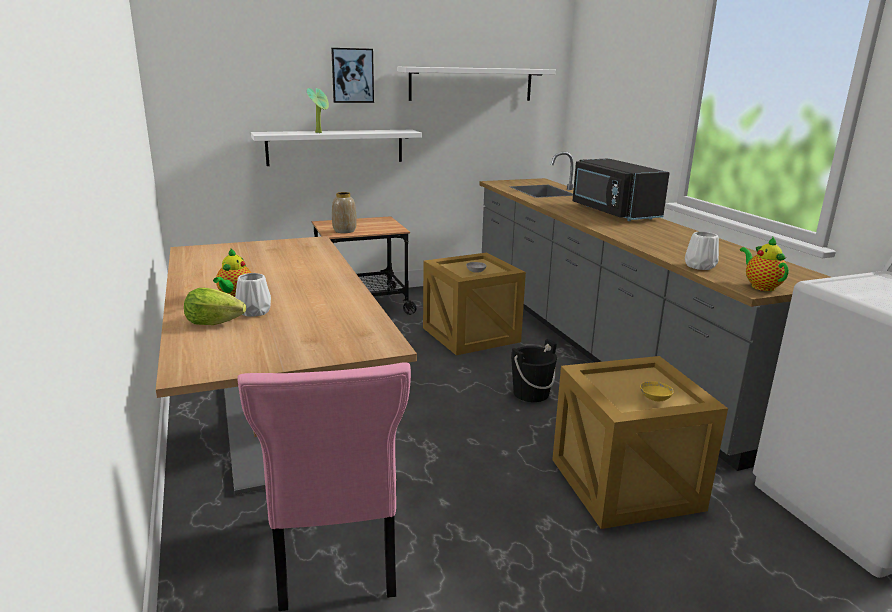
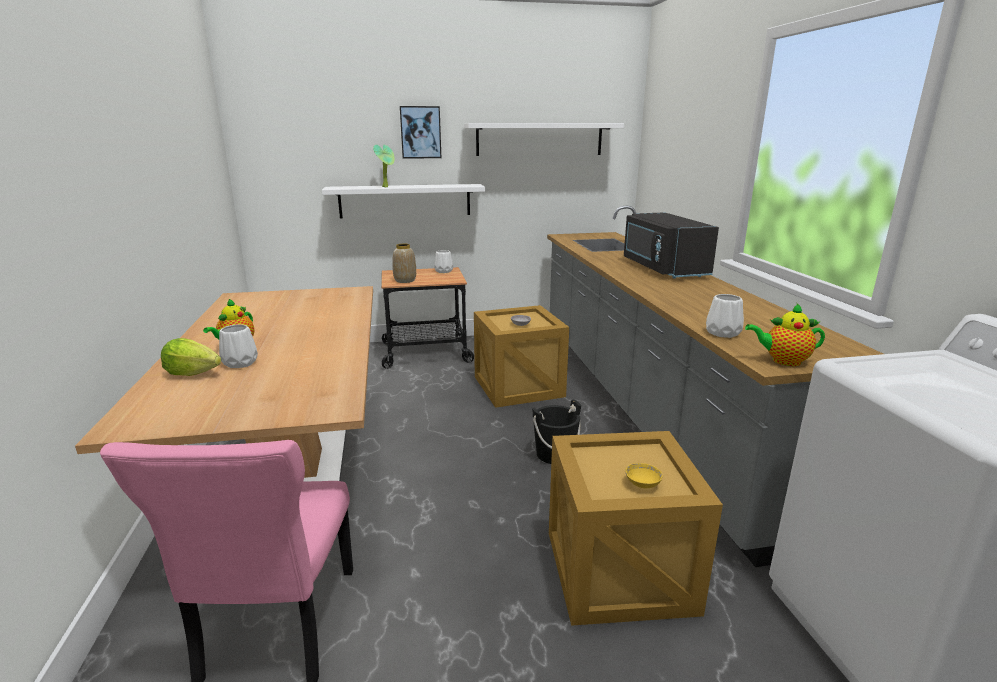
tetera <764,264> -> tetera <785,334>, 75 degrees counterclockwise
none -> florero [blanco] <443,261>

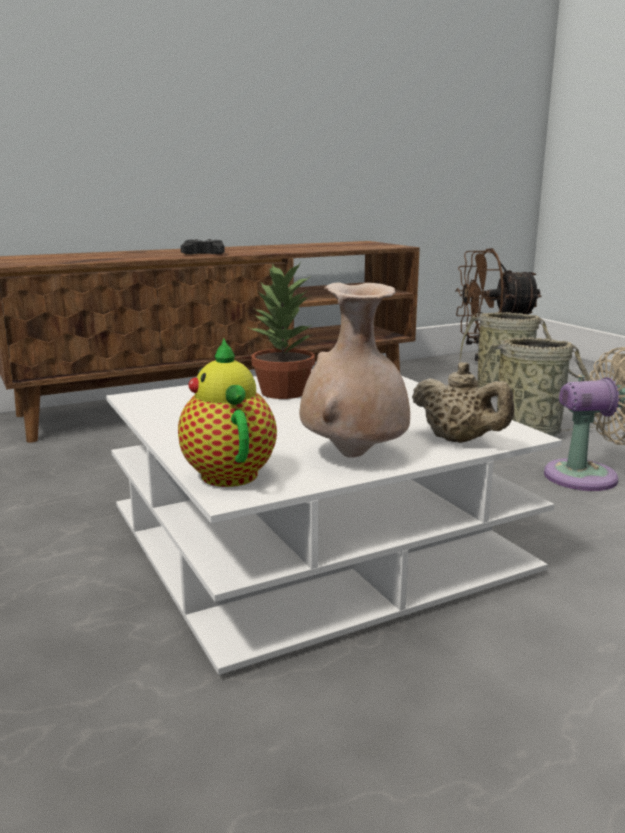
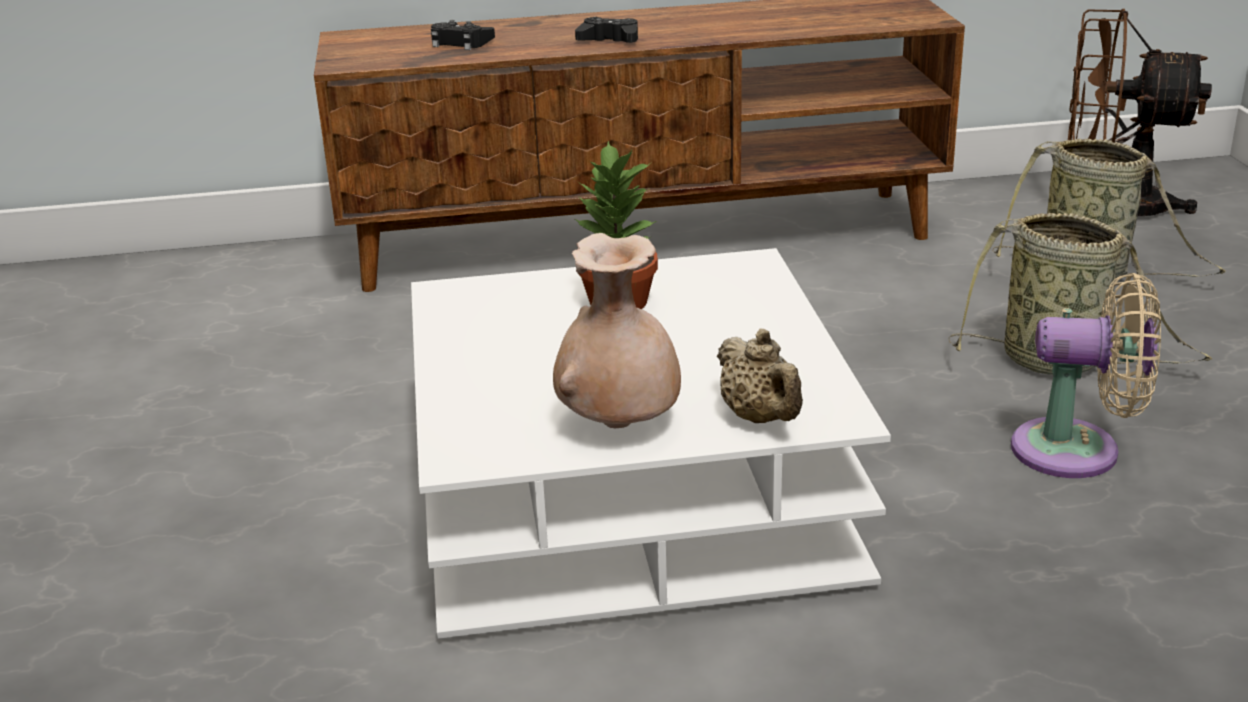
tetera <227,412> -> none
none -> mando de consola [negro] <463,35>

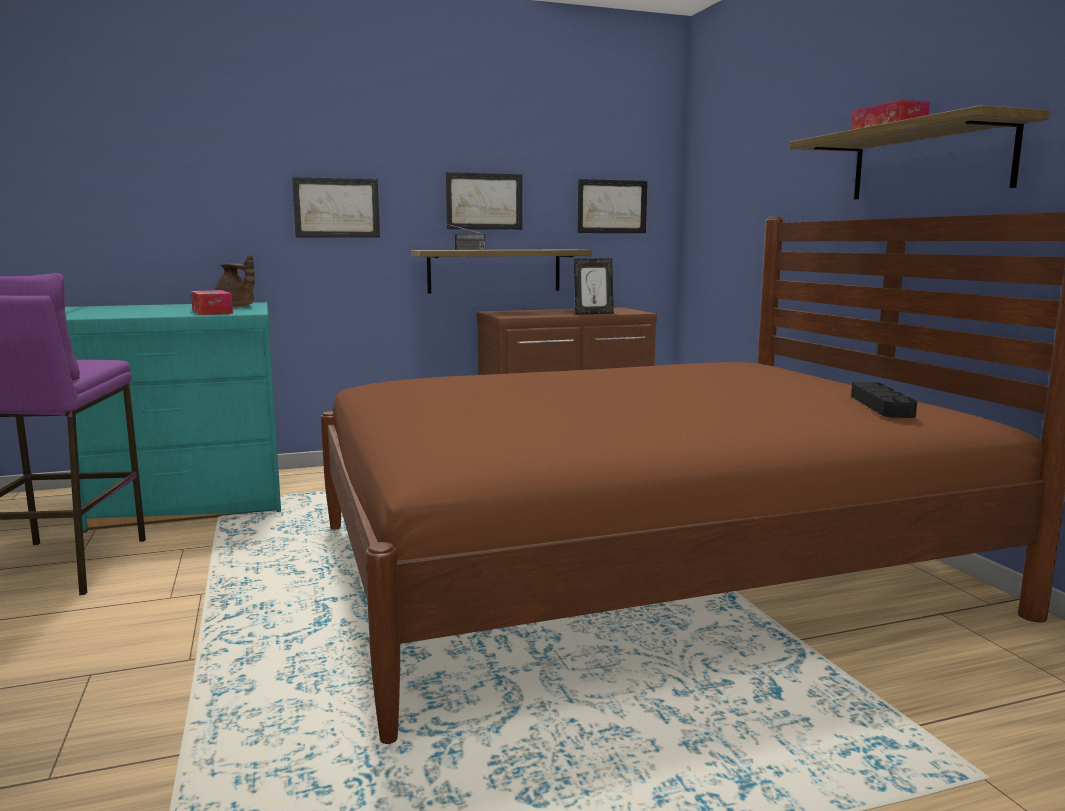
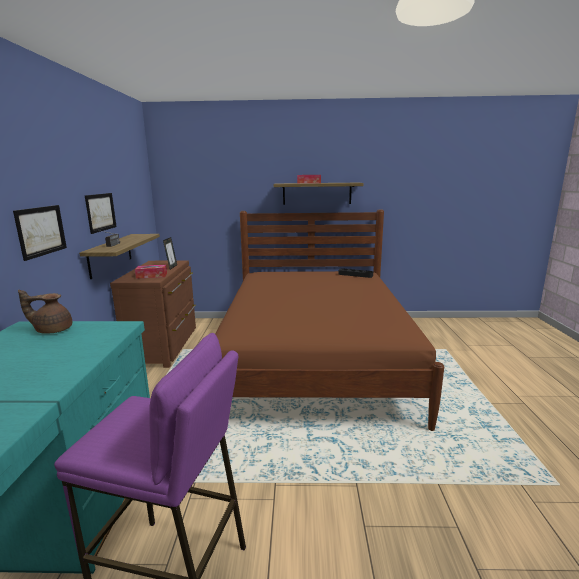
caja de pañuelos <212,302> -> caja de pañuelos <151,272>, relocated
tetera [marrón] <235,281> -> tetera [marrón] <45,311>, 150 degrees counterclockwise
cuadro <612,206> -> none

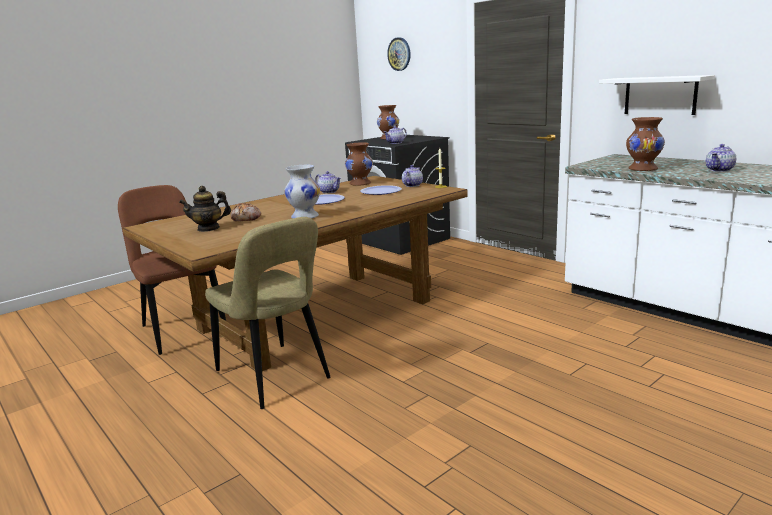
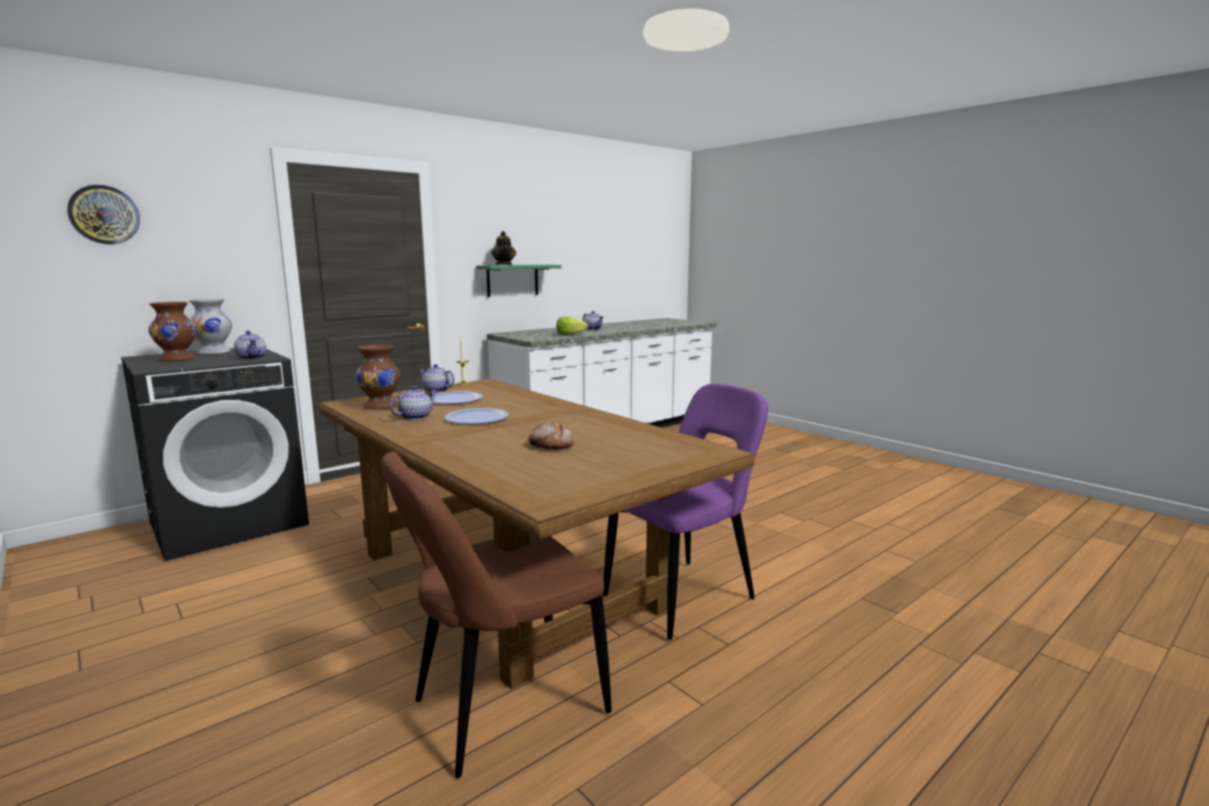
tetera <205,209> -> tetera <503,248>, relocated
silla [beis] <268,313> -> silla [morado] <685,512>
florero [blanco] <302,192> -> florero [blanco] <210,327>, relocated
estante [blanco] <657,95> -> estante [verde] <519,281>
florero [marrón] <645,144> -> lechuga <572,326>

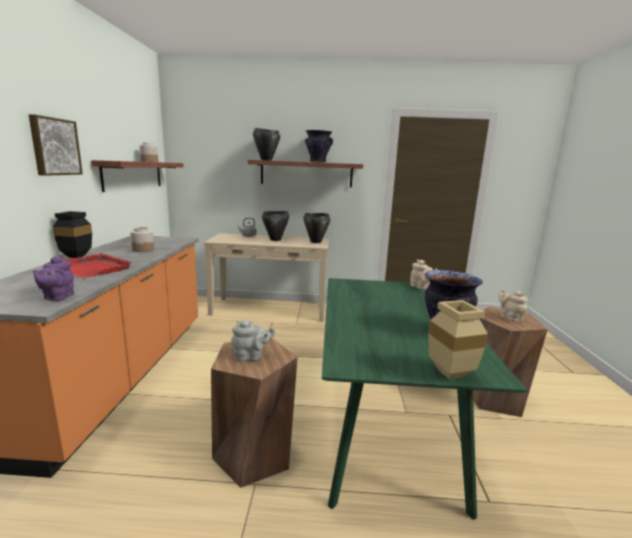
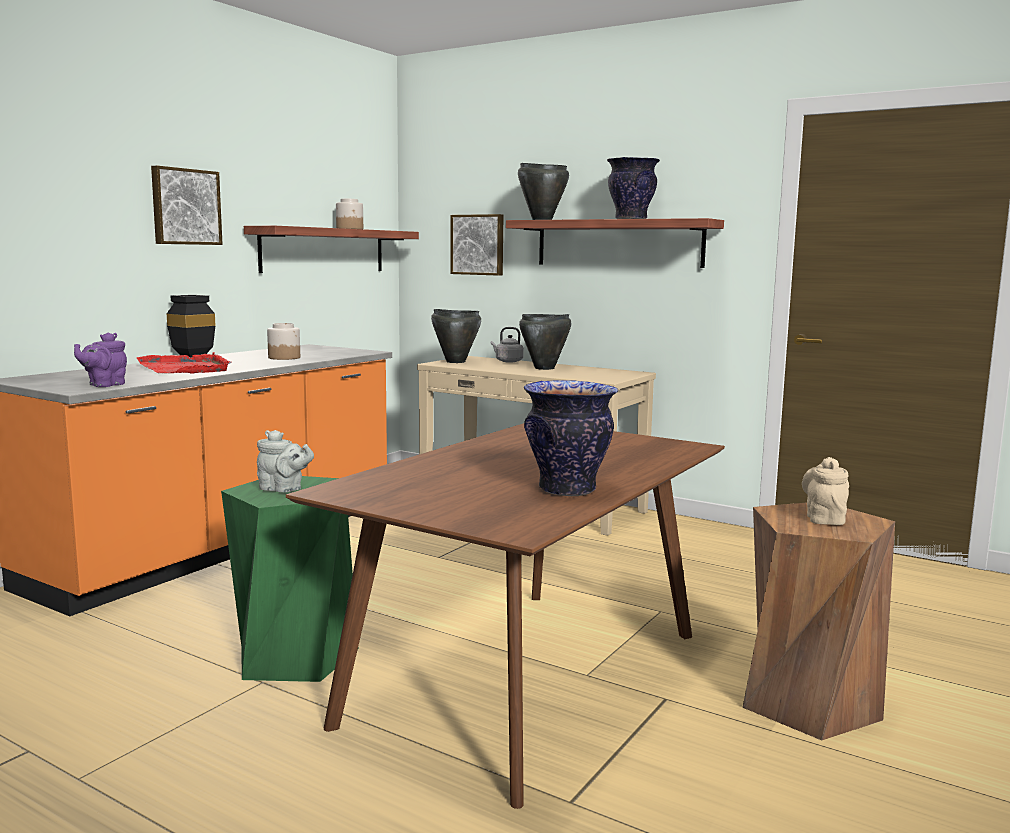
taburete [marrón] <254,413> -> taburete [verde] <290,579>
olla [negro] <316,228> -> olla [negro] <456,336>, relocated
mesa de comedor [verde] <424,399> -> mesa de comedor [marrón] <505,616>
tetera [beis] <423,274> -> none
florero [beis] <458,340> -> none
none -> cuadro <476,245>

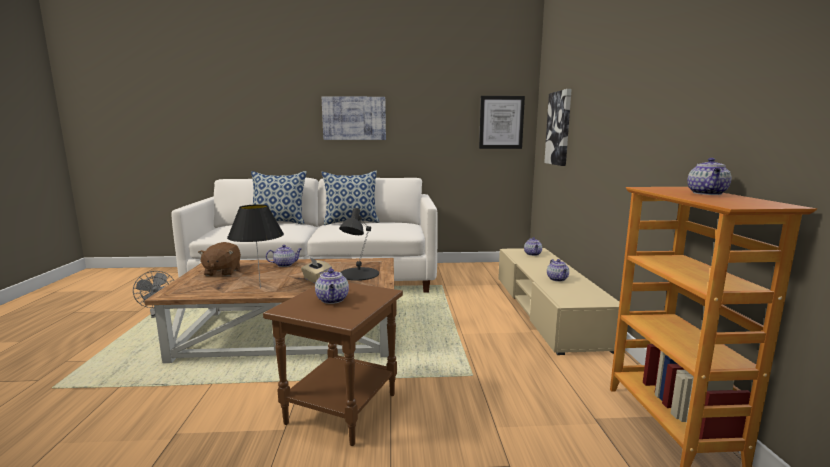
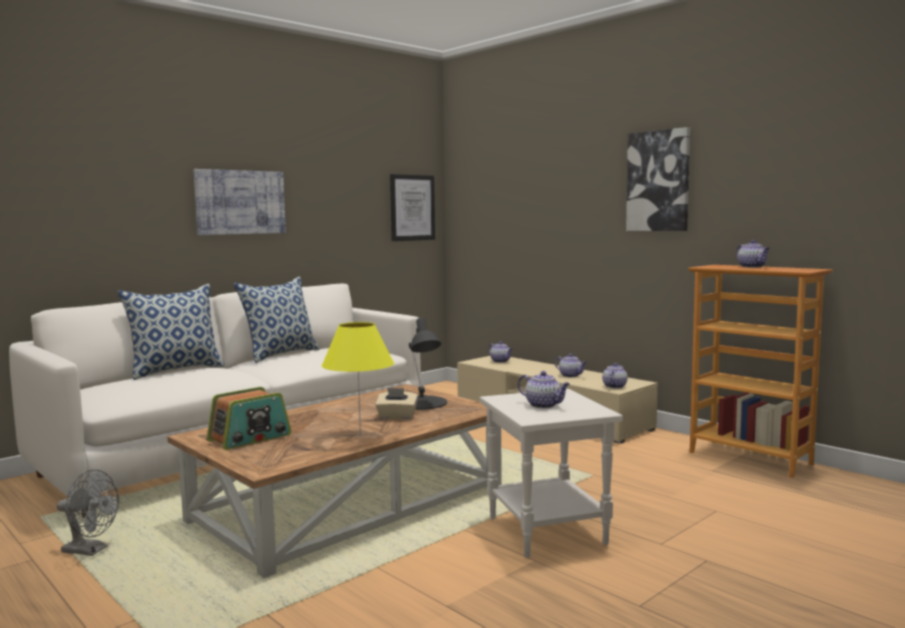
peluche [marrón] <219,259> -> radio <249,418>
lámpara de mesa [negro] <255,246> -> lámpara de mesa [amarillo] <358,379>
mesa auxiliar [marrón] <333,364> -> mesa auxiliar [blanco] <551,473>
tetera <284,256> -> tetera <615,375>, relocated
cuadro <558,127> -> cuadro <658,179>, relocated

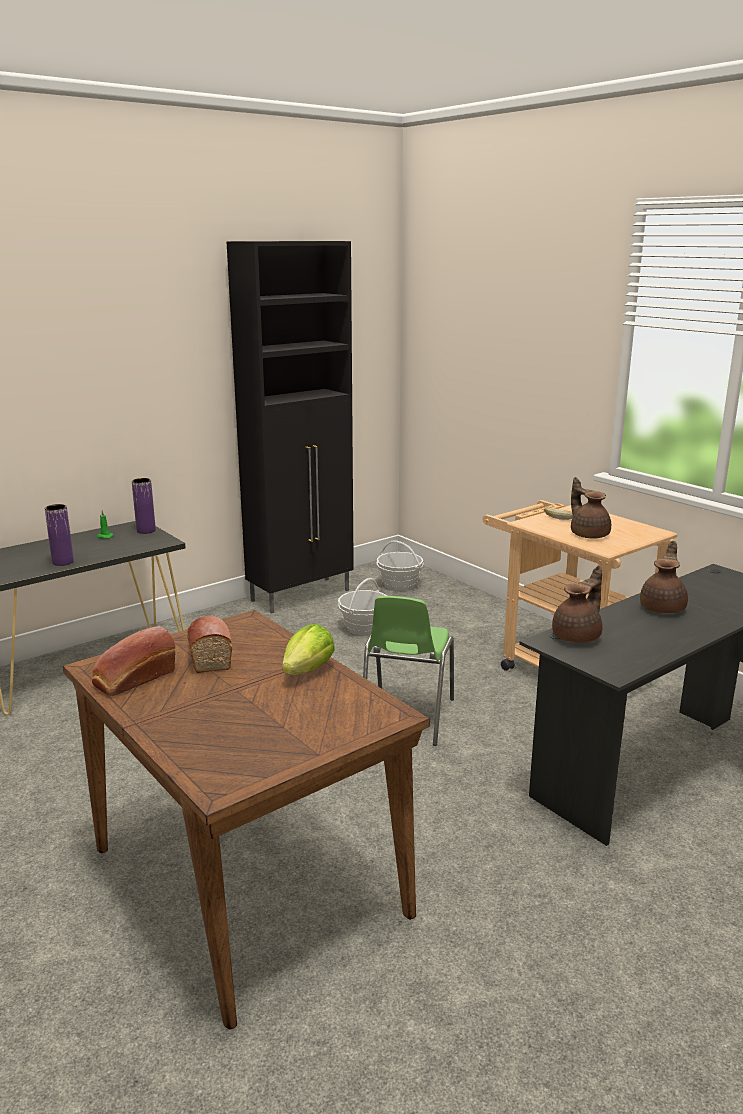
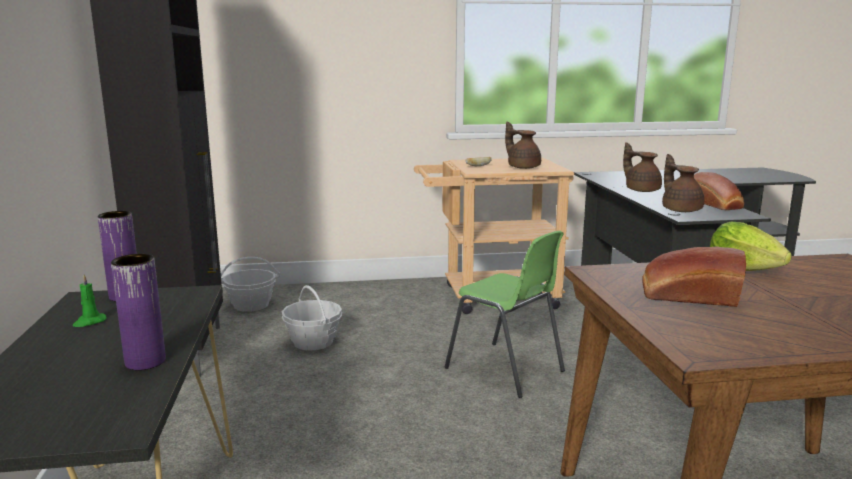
pan <133,661> -> pan <719,191>, relocated
tetera [marrón] <591,508> -> tetera [marrón] <523,145>, 45 degrees clockwise

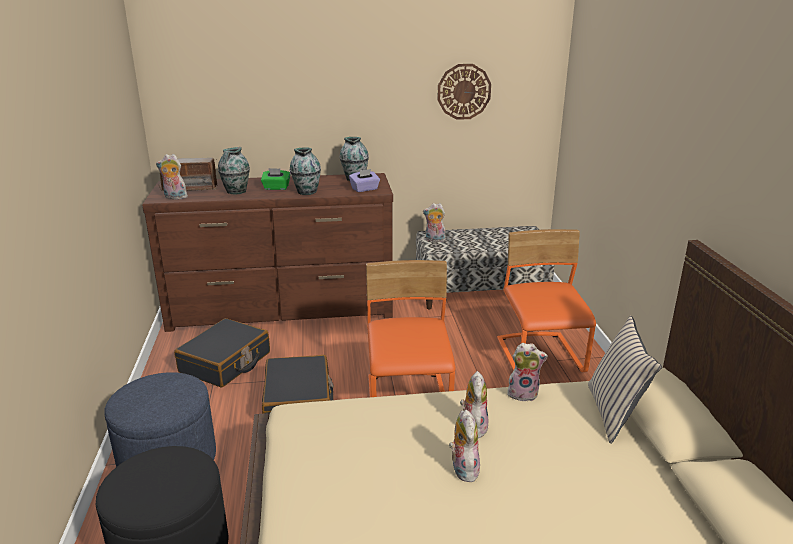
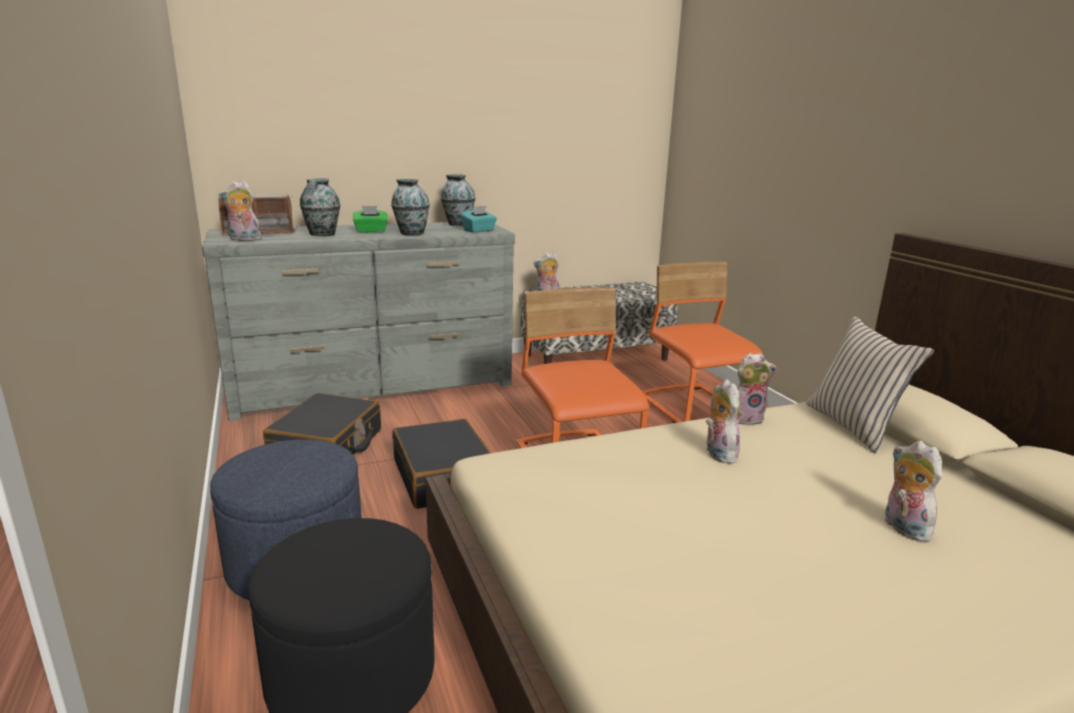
cómoda [marrón] <267,252> -> cómoda [gris] <358,321>
caja de pañuelos [morado] <364,180> -> caja de pañuelos [turquesa] <478,219>
reloj de pared <464,92> -> none
peluche <464,446> -> peluche <913,491>, relocated

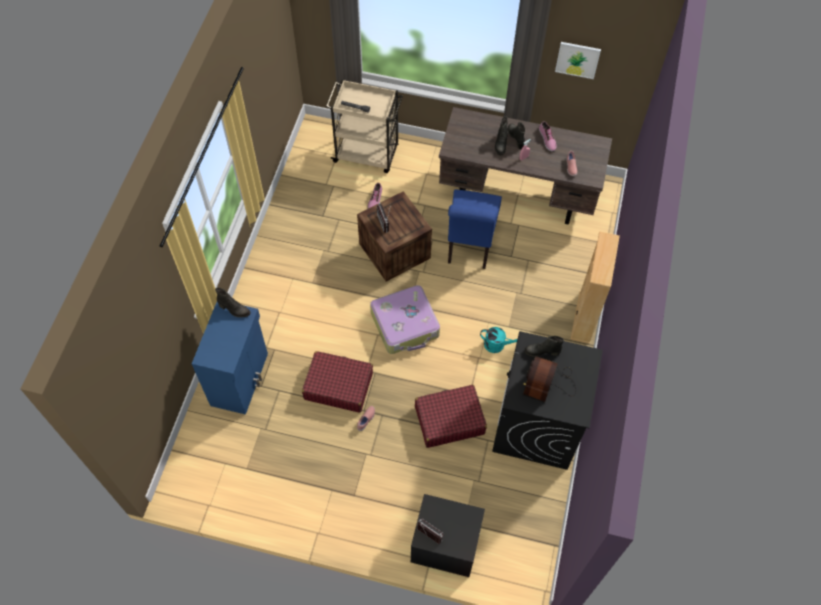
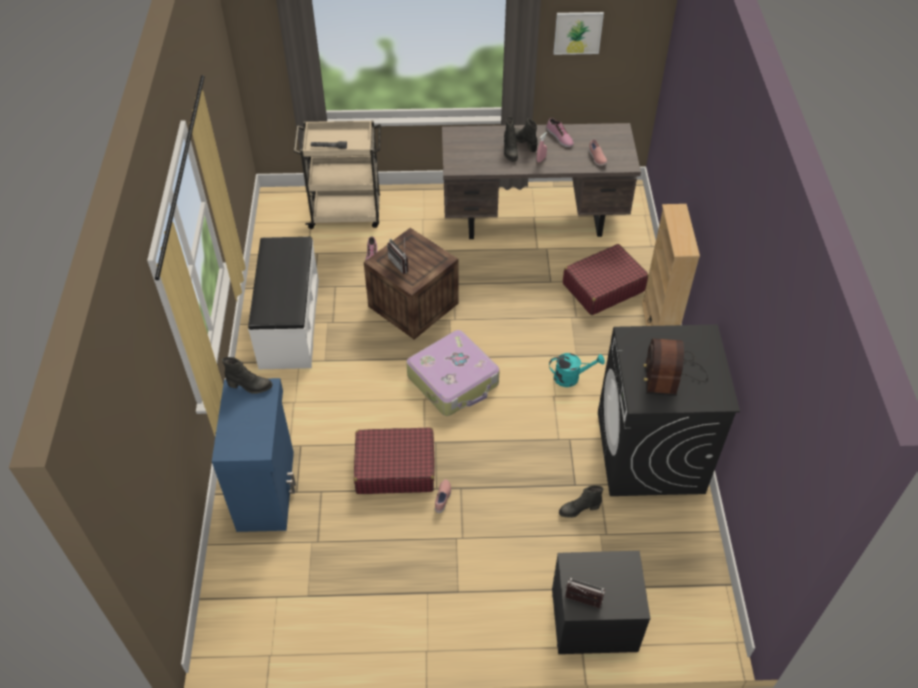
maleta [rojo] <451,416> -> maleta [rojo] <606,279>, relocated
silla [azul] <475,229> -> none
bota [negro] <544,346> -> bota [negro] <581,501>, relocated
none -> banco [blanco] <283,303>

